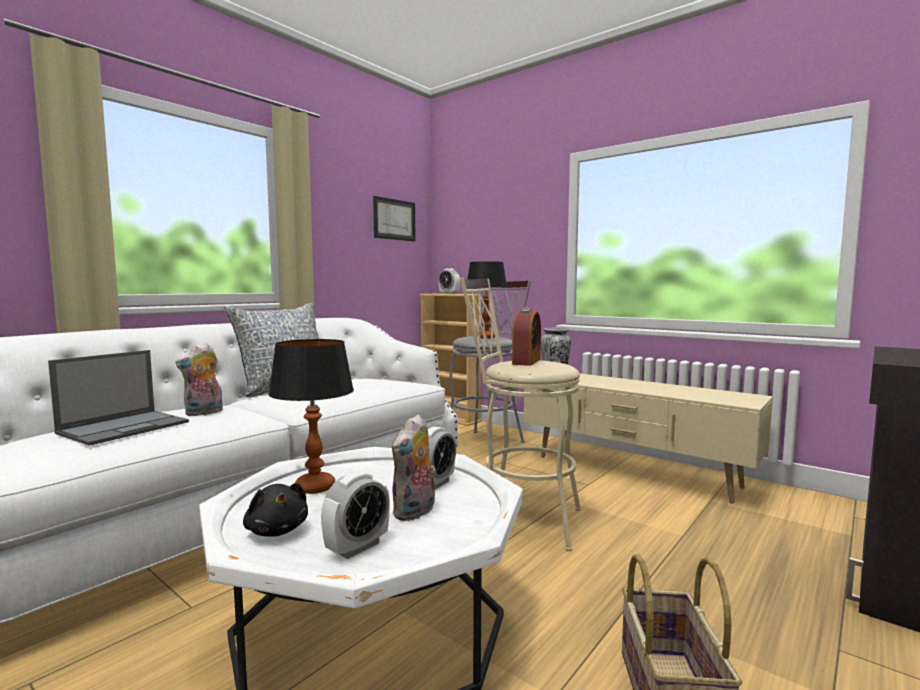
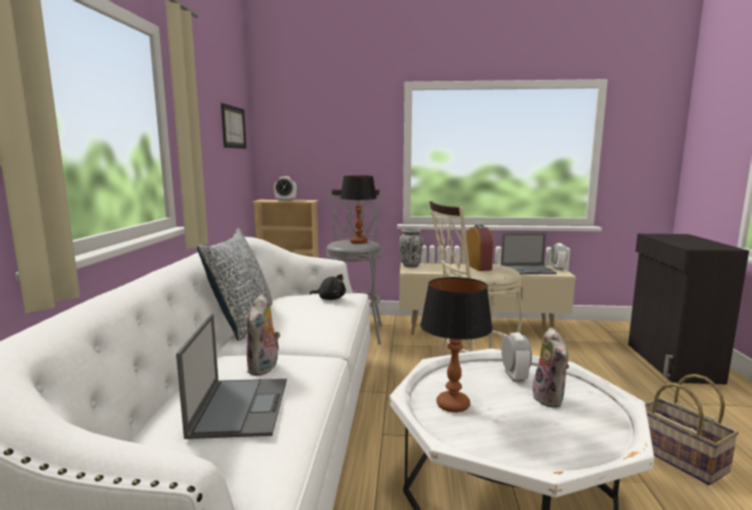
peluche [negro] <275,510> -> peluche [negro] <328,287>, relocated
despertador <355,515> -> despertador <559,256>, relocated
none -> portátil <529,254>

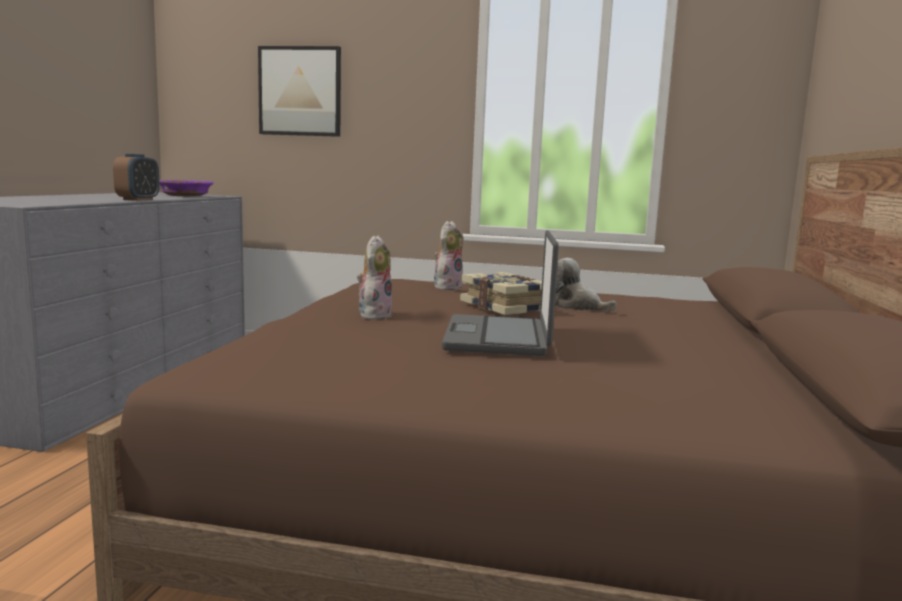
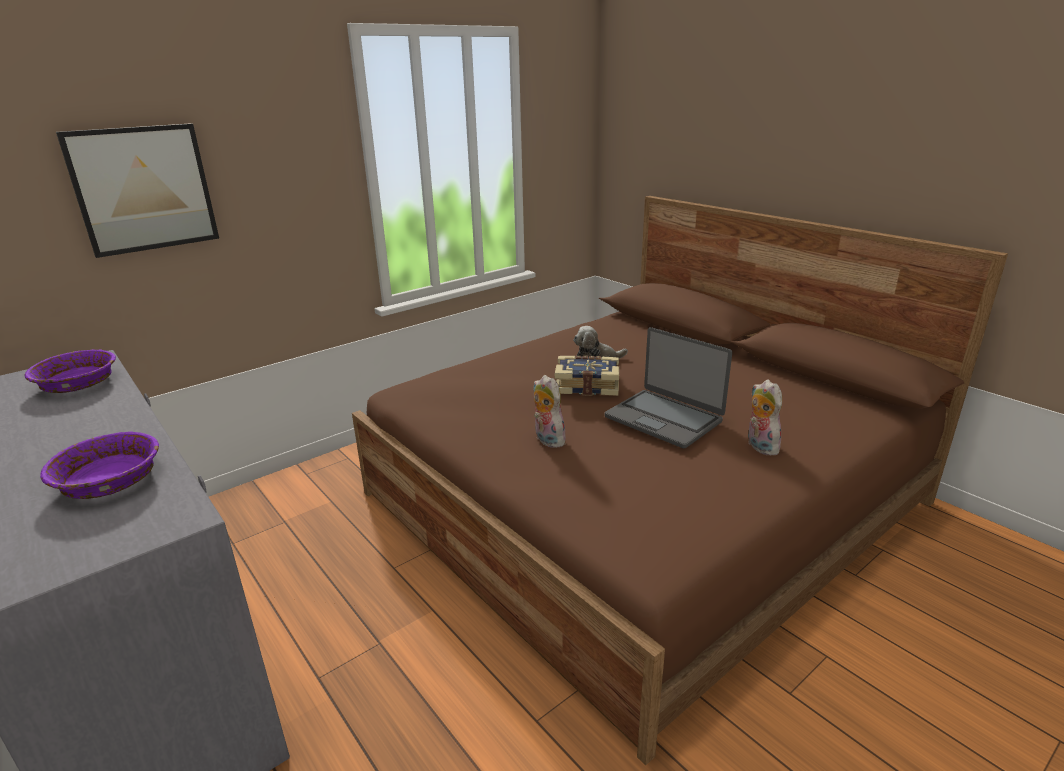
despertador <136,177> -> none
peluche <448,256> -> peluche <765,417>, relocated
none -> cuenco [morado] <99,465>

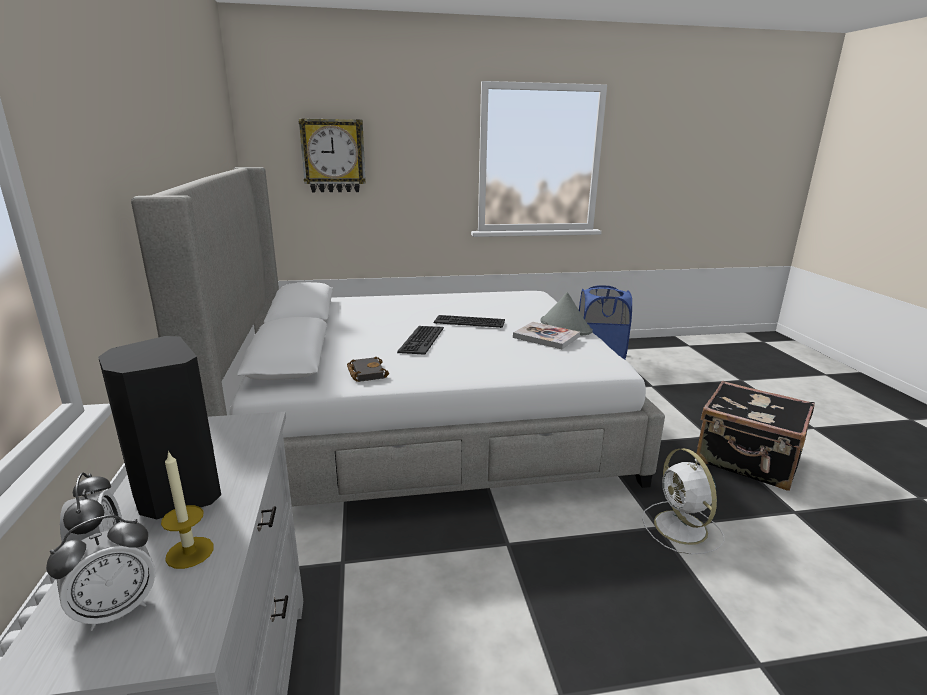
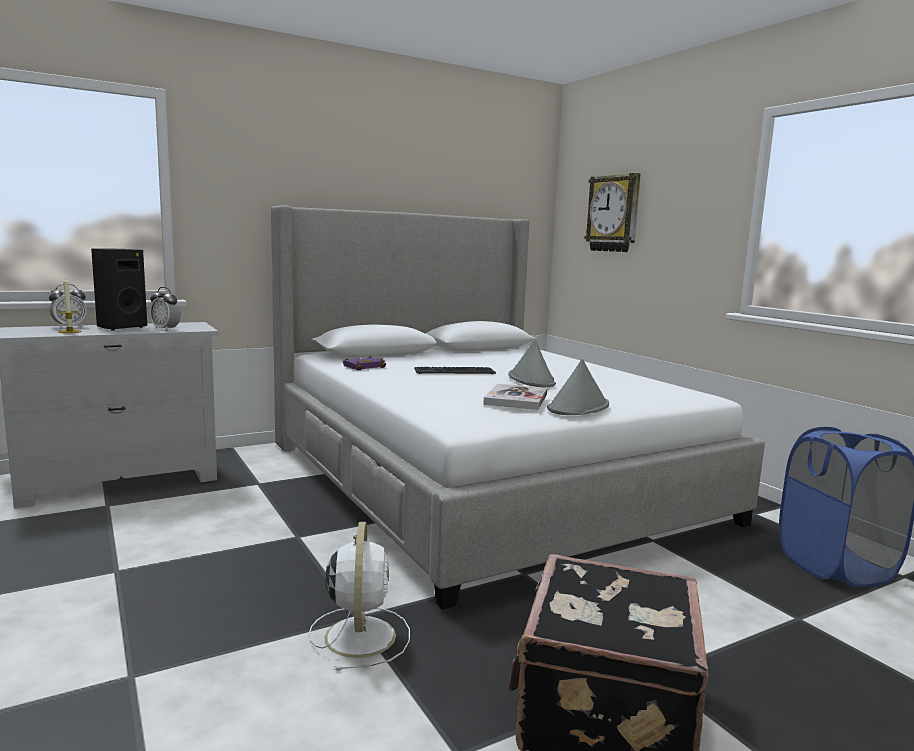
despertador <100,573> -> despertador <165,309>, relocated
libro [negro] <368,369> -> libro [morado] <364,363>
teclado <469,321> -> sombrero [gris] <532,363>
ventilador [blanco] <683,501> -> ventilador [blanco] <359,596>, 120 degrees clockwise

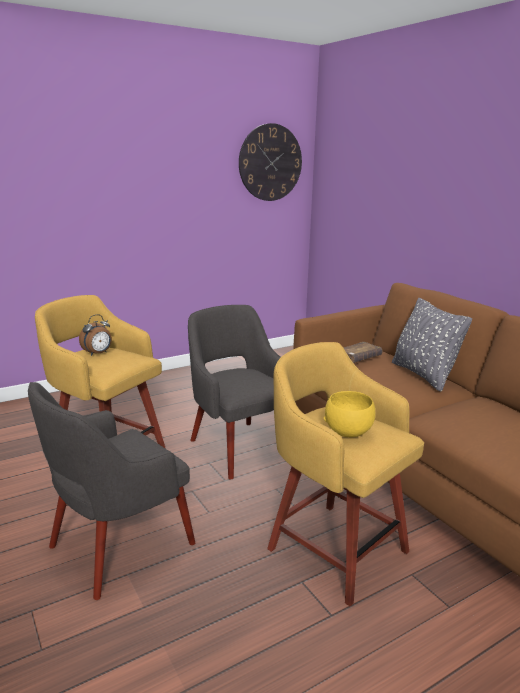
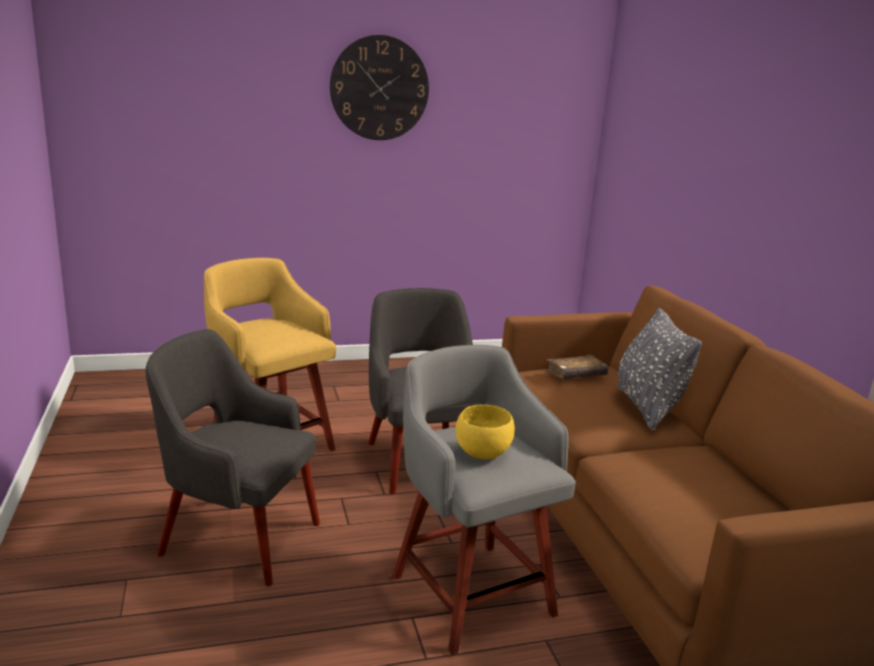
sillón [gris] <111,491> -> sillón [gris] <232,457>, 45 degrees clockwise
despertador <95,335> -> none
reloj de pared <270,162> -> reloj de pared <379,87>, relocated
taburete [amarillo] <345,474> -> taburete [gris] <484,500>

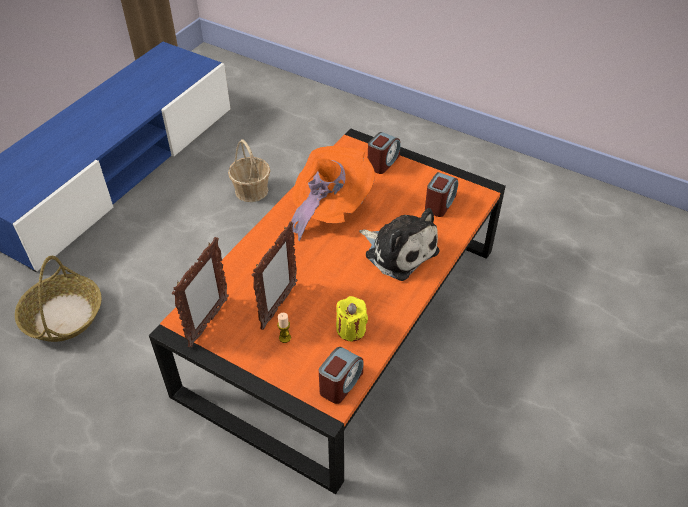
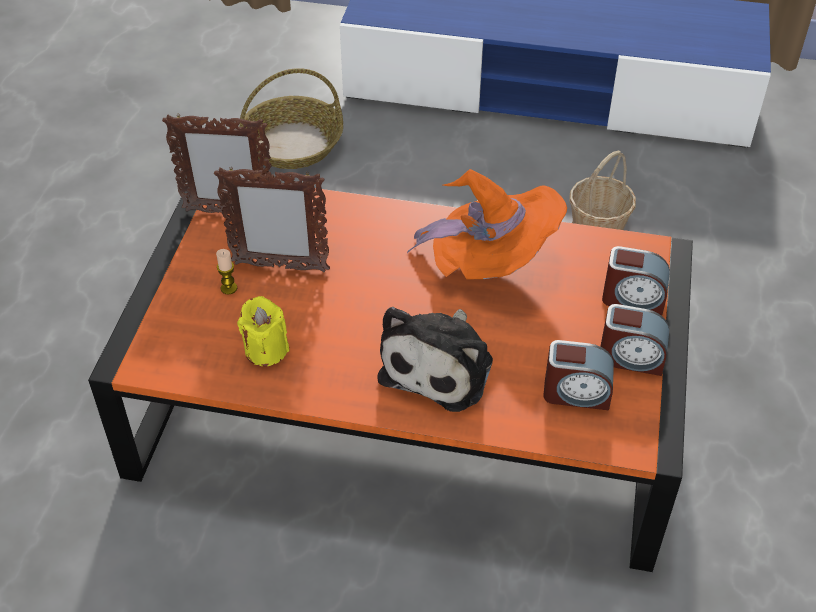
despertador <341,375> -> despertador <634,340>, relocated

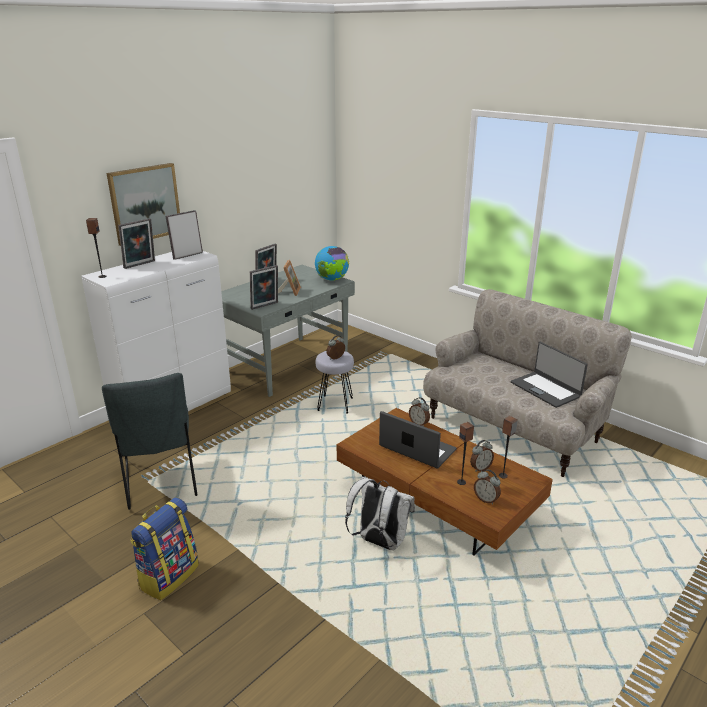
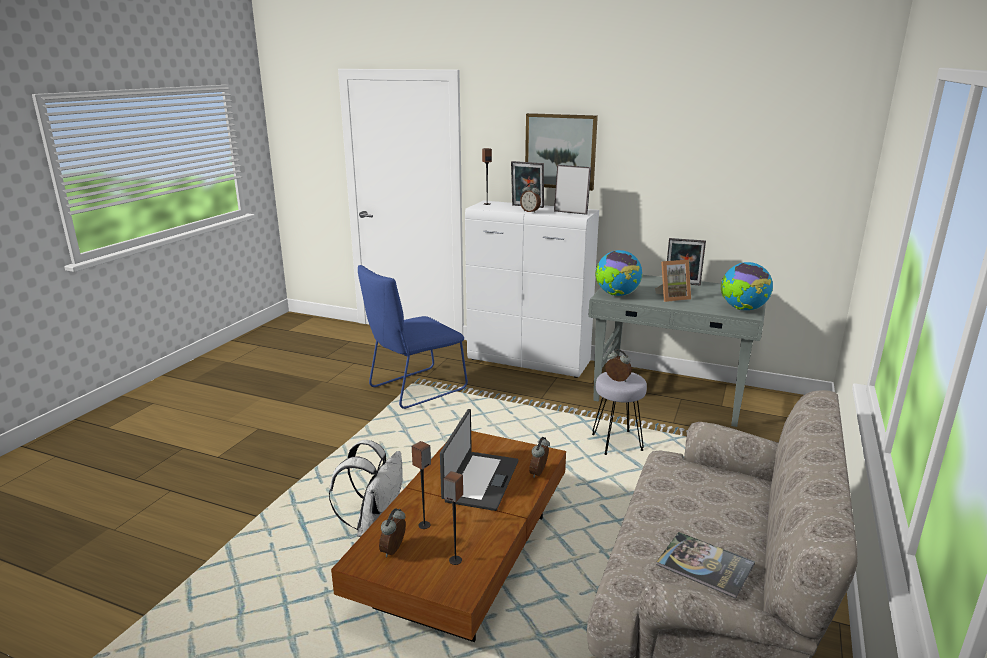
silla [gris] <149,441> -> silla [azul] <413,337>
mochila <164,548> -> none
portarretratos <264,287> -> globo terráqueo <619,273>
despertador <482,456> -> despertador <530,198>, relocated
portátil <549,375> -> libro <705,565>

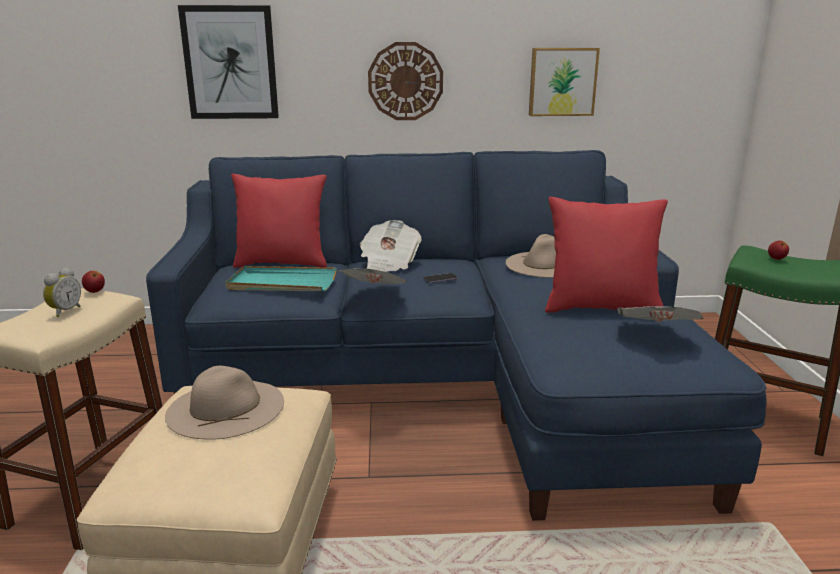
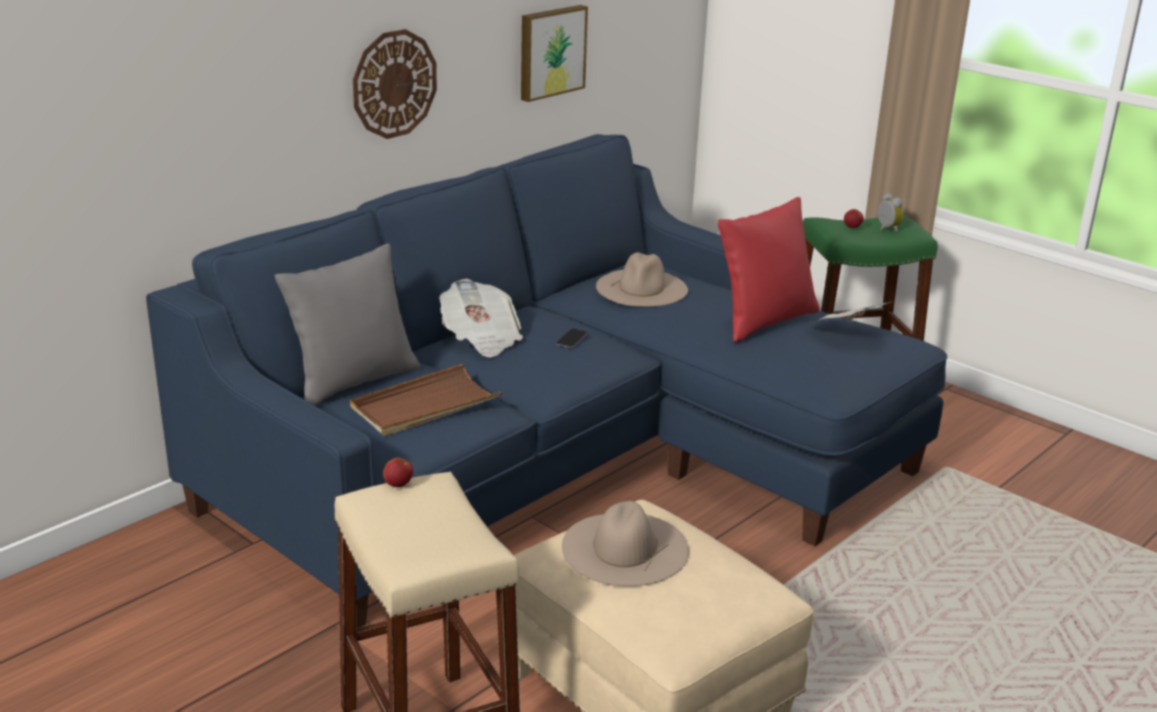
despertador <62,292> -> despertador <890,213>, relocated
cuadro <228,62> -> none
bandeja [turquesa] <281,278> -> bandeja [marrón] <426,400>
cojín [rojo] <279,221> -> cojín [gris] <347,325>
periódico <372,276> -> none

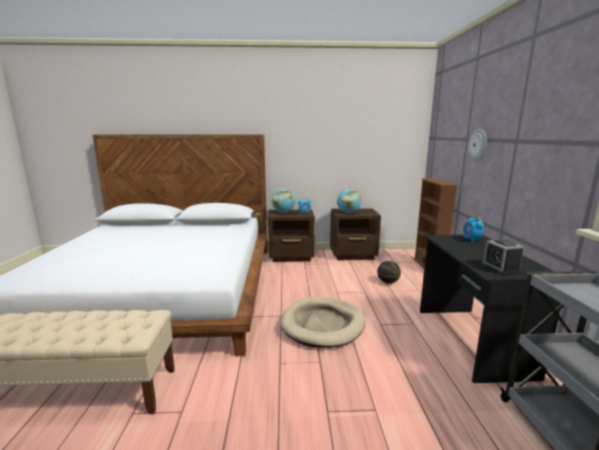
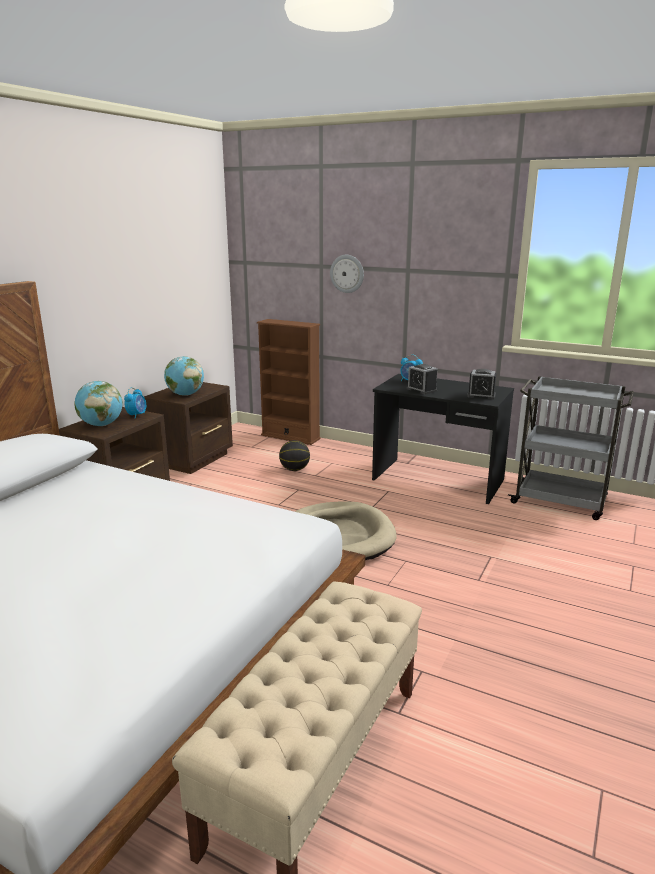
none -> despertador <422,379>

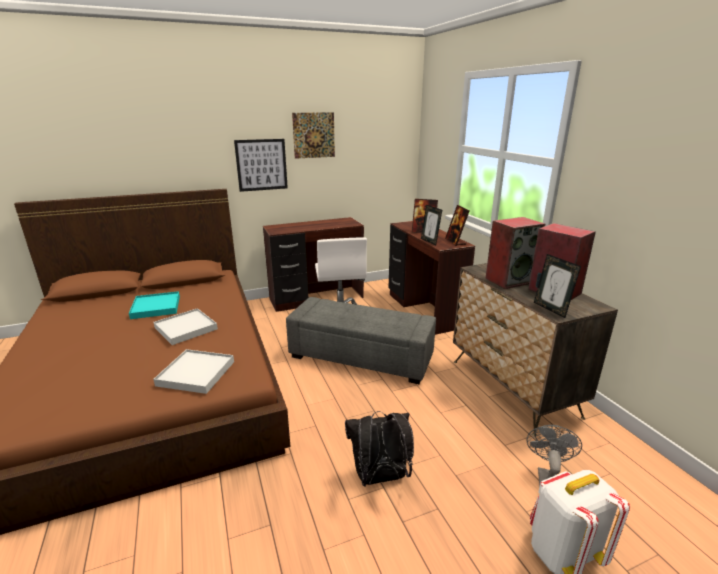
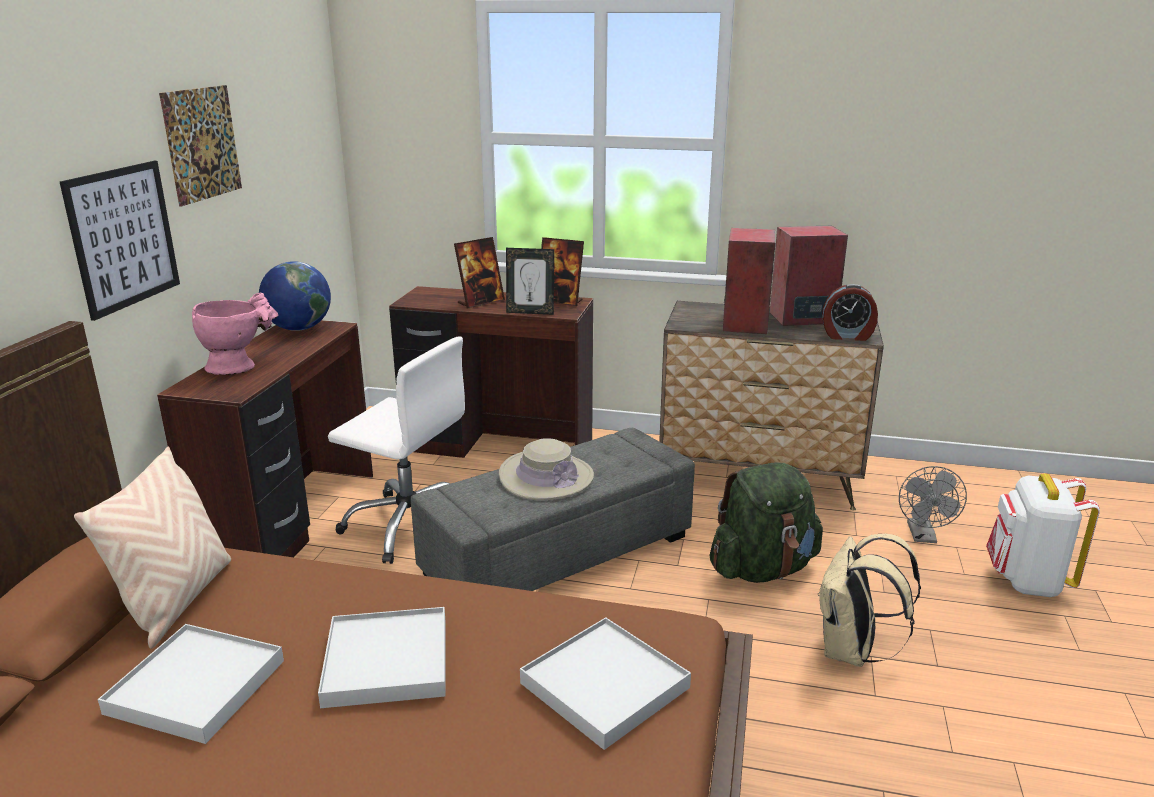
bandeja [turquesa] <154,305> -> bandeja [blanco] <191,684>
mochila [negro] <379,449> -> mochila [beis] <869,600>
ventilador [gris] <554,456> -> ventilador [gris] <933,504>, 135 degrees counterclockwise
portarretratos <557,286> -> despertador <850,312>
none -> cojín [beis] <152,548>
none -> florero [rosa] <235,334>
none -> globo terráqueo <295,296>
none -> sombrero [beis] <546,469>
none -> mochila [verde] <766,522>

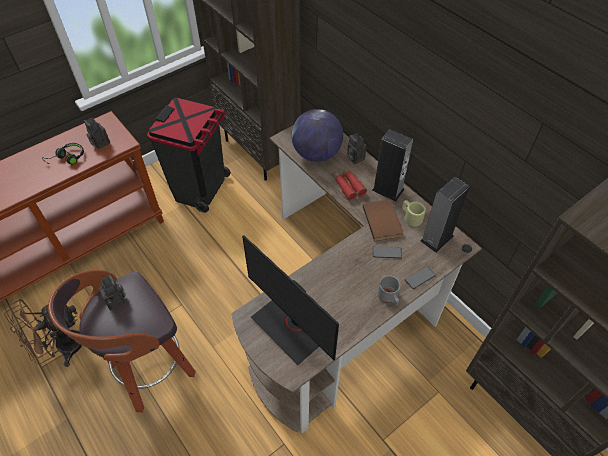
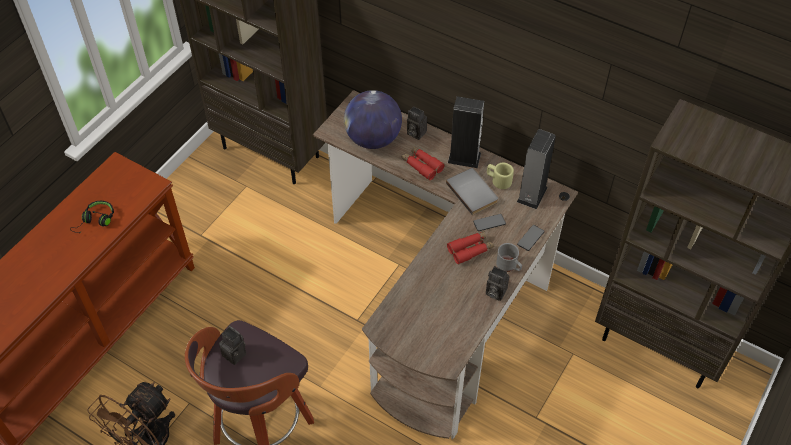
cámara <97,133> -> cámara <497,283>, relocated
papelera [negro] <189,155> -> none
monitor <290,300> -> none
libro [marrón] <383,220> -> libro [gris] <472,191>
none -> prismáticos [rojo] <470,247>

